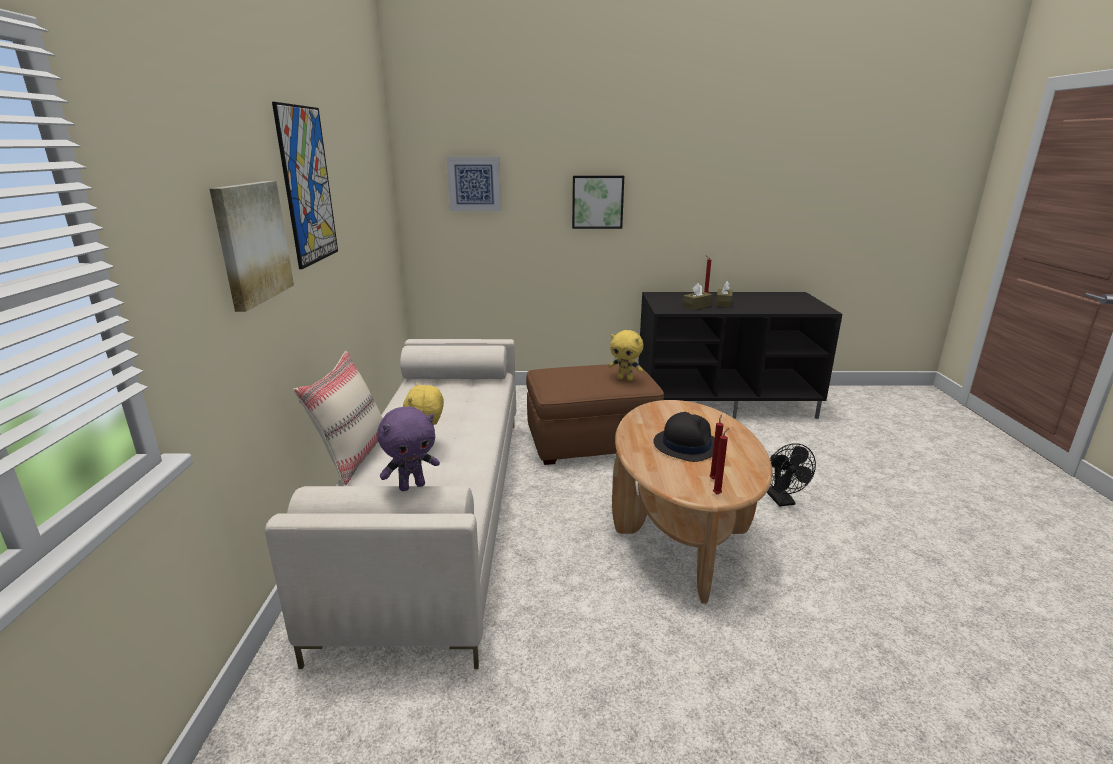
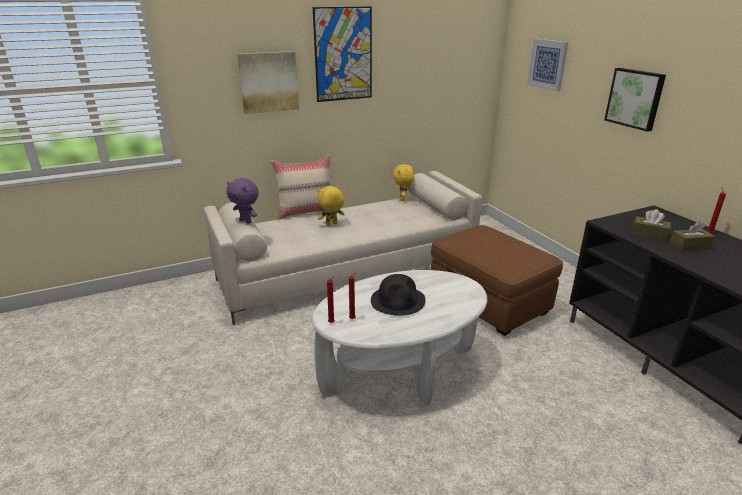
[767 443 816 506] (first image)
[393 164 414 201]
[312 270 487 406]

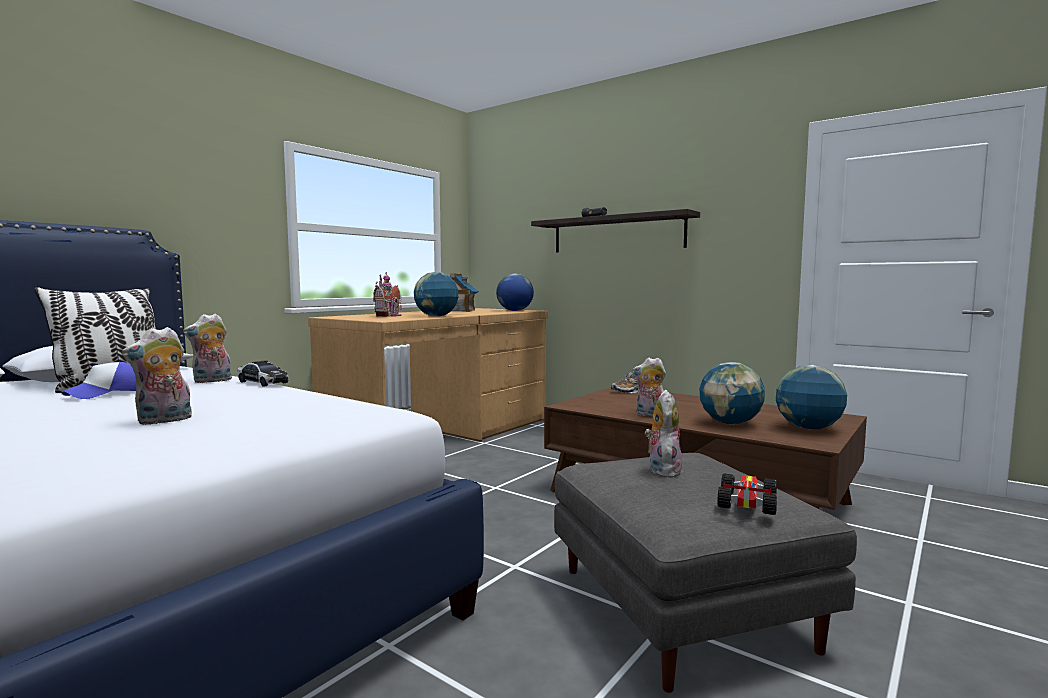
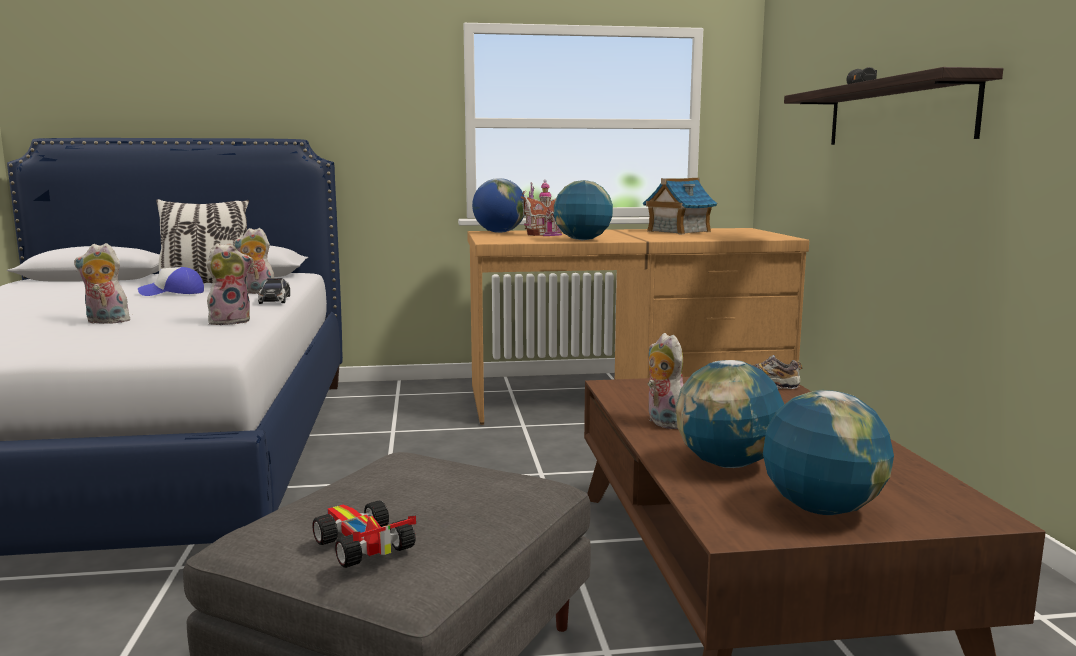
[472 178 524 233]
[206 243 253 325]
[312 500 416 568]

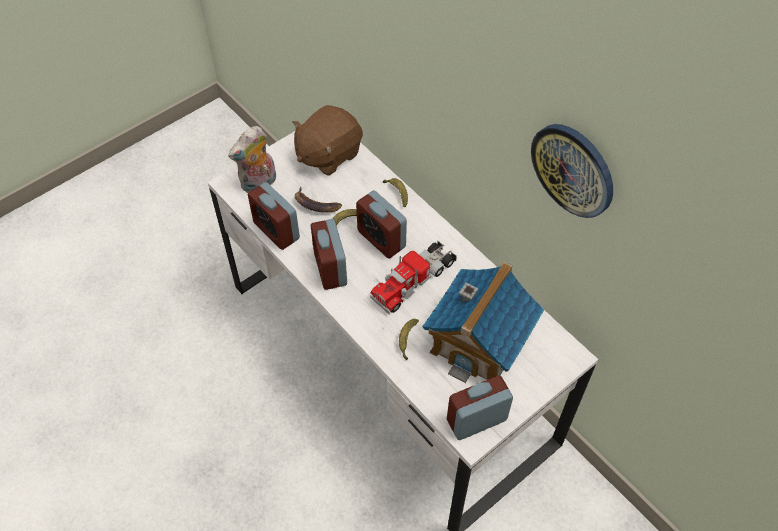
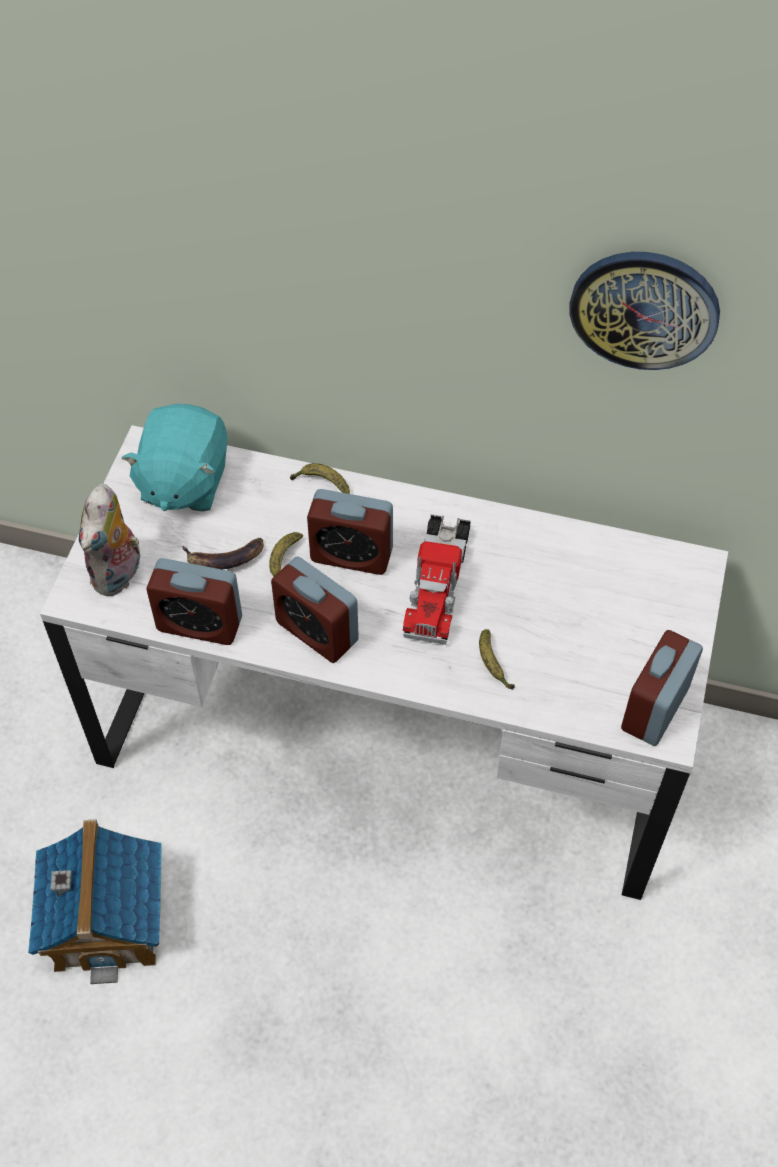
[28 819 162 984]
[122 404 228 512]

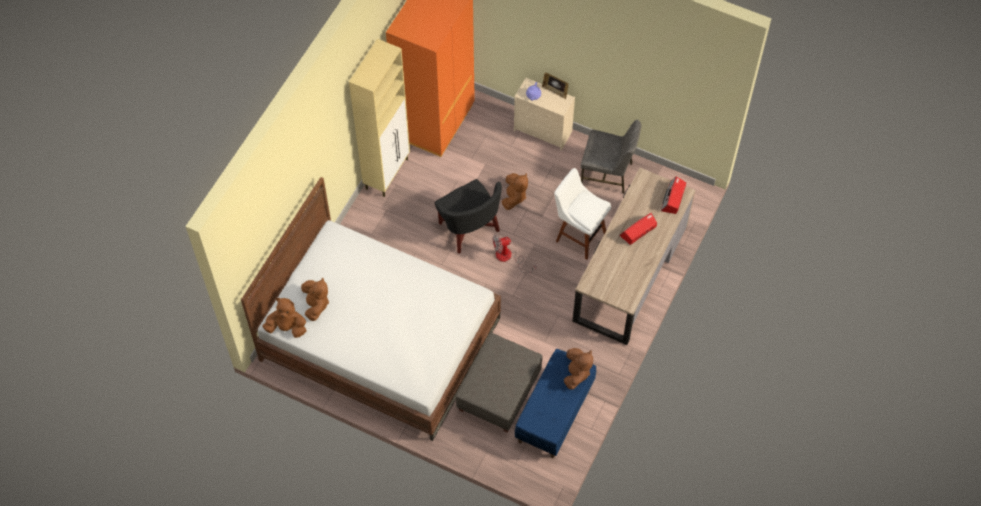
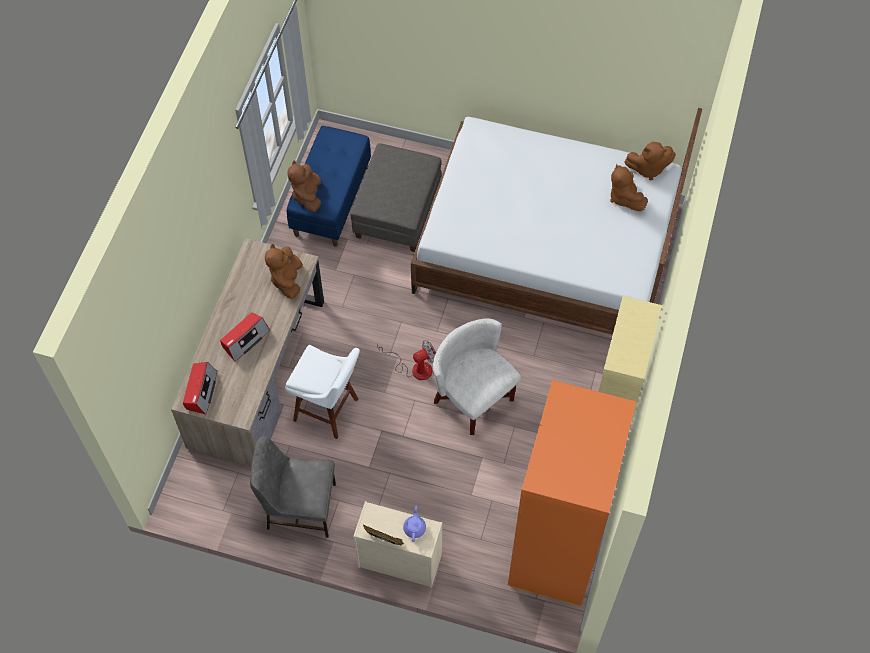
[265 244 303 299]
[433 318 521 435]

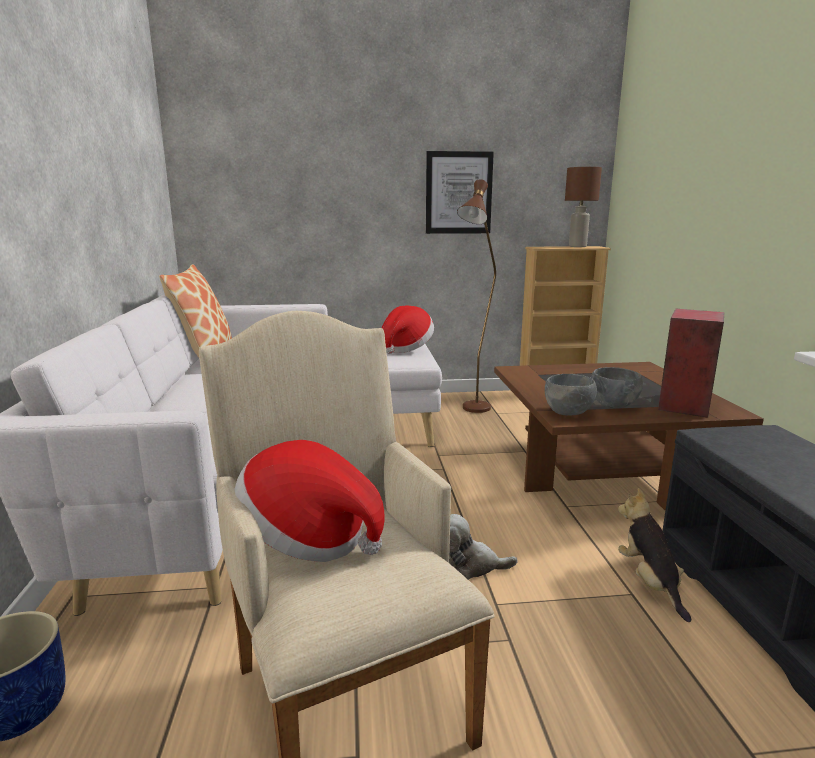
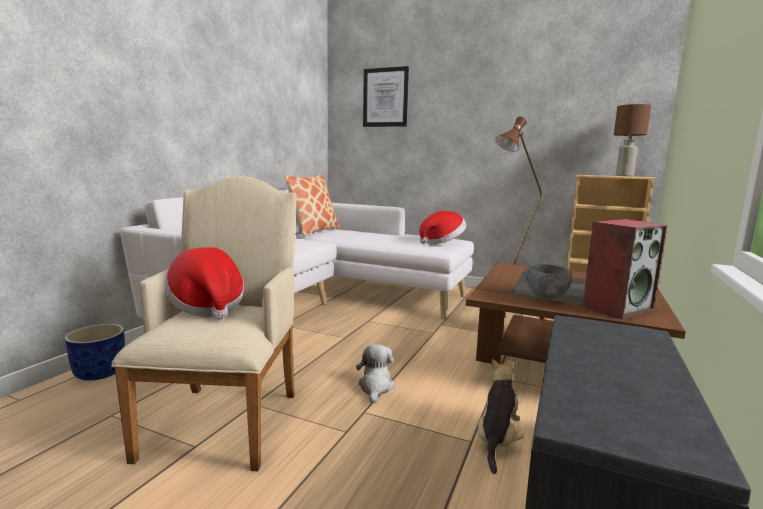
[545 374 597 416] (first image)
[363 66 409 127]
[356 344 395 404]

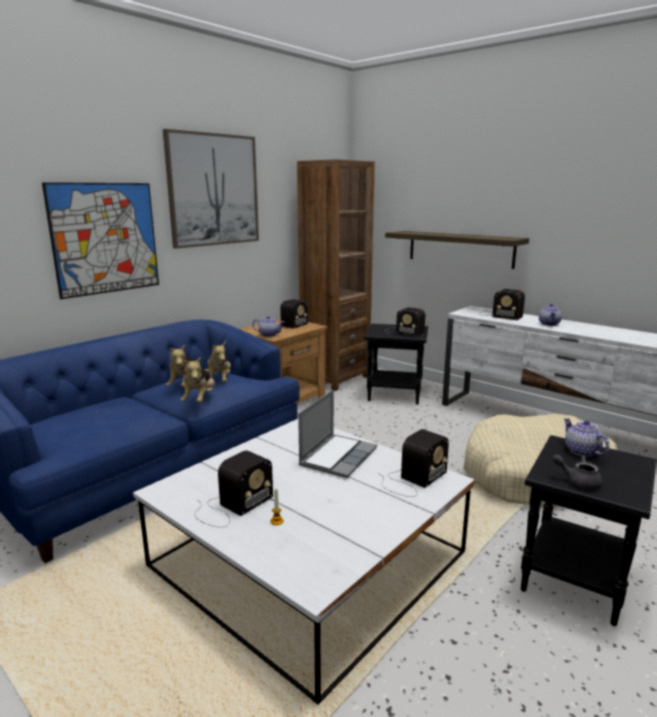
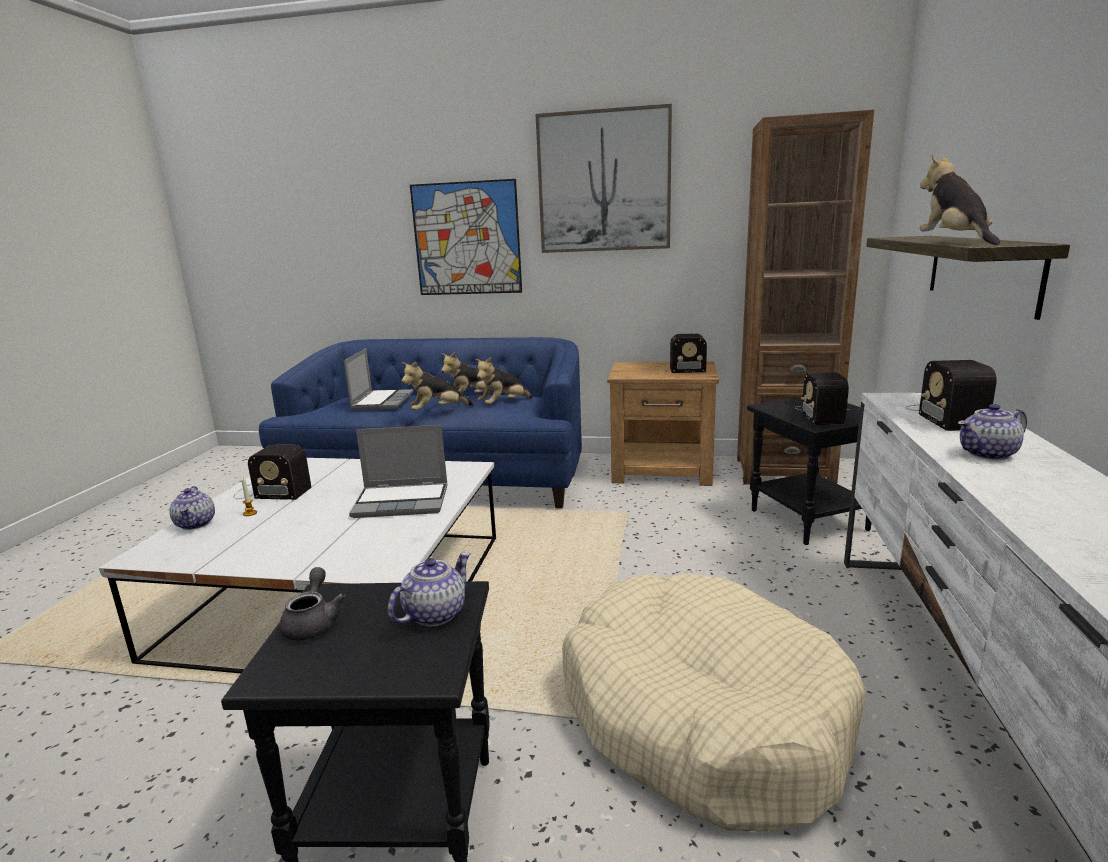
[378 429 449 497] (first image)
[344 348 413 410]
[919 154 1000 245]
[169 486 215 530]

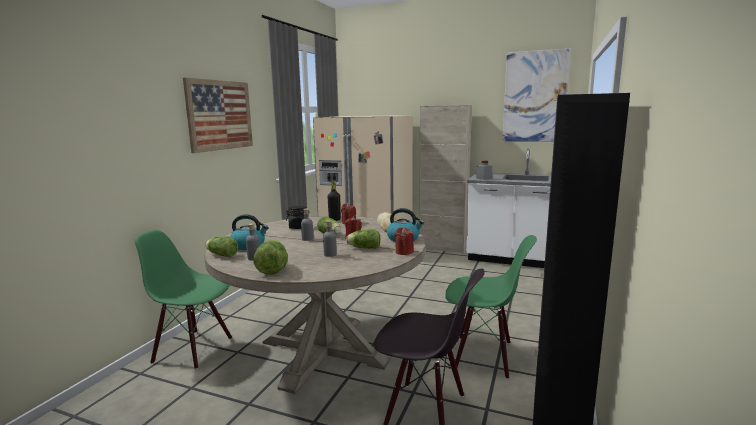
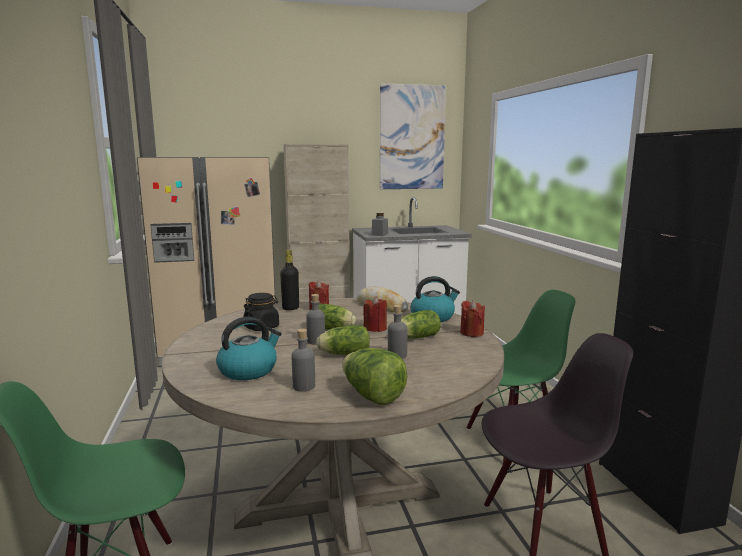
[183 78 253 153] (first image)
[316 325 370 355]

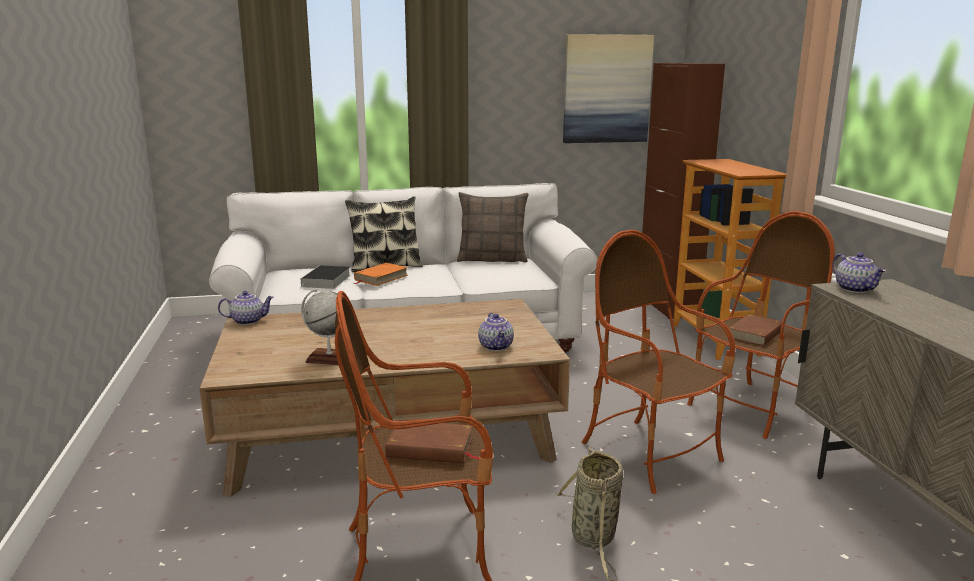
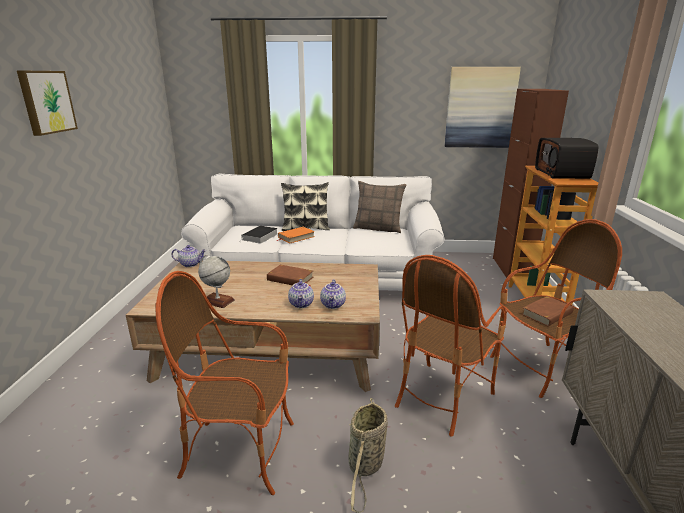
[17 71 78 136]
[535 138 599 179]
[267 265 313 287]
[288 279 314 308]
[395 255 506 437]

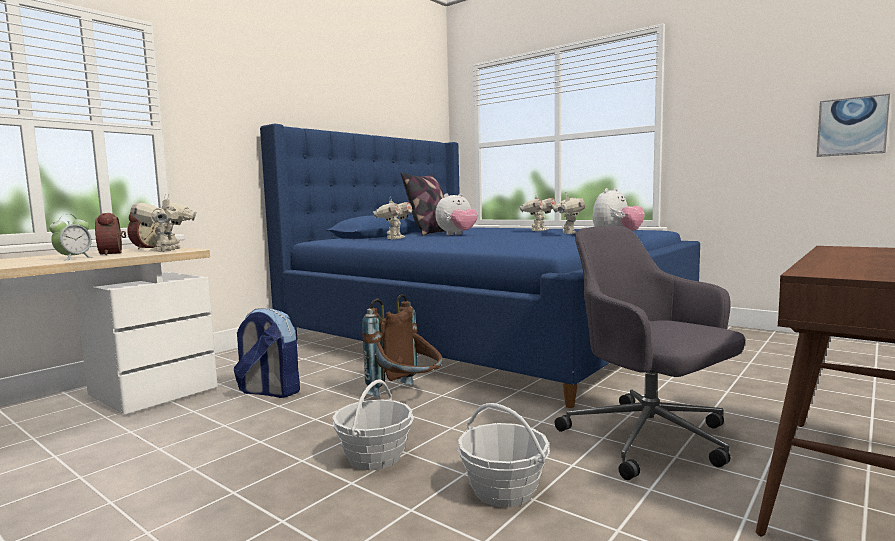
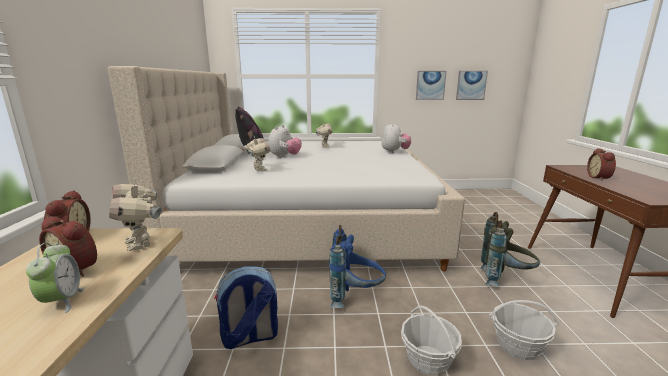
[553 192 585 234] (first image)
[416 71 446 100]
[587 148 616 181]
[481 212 540 286]
[108 66 465 271]
[329 225 386 308]

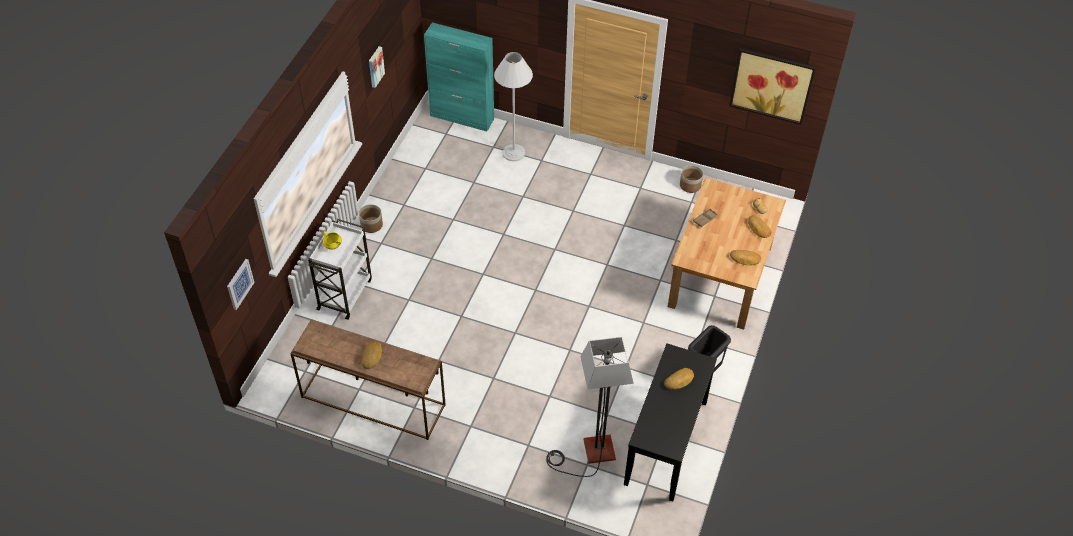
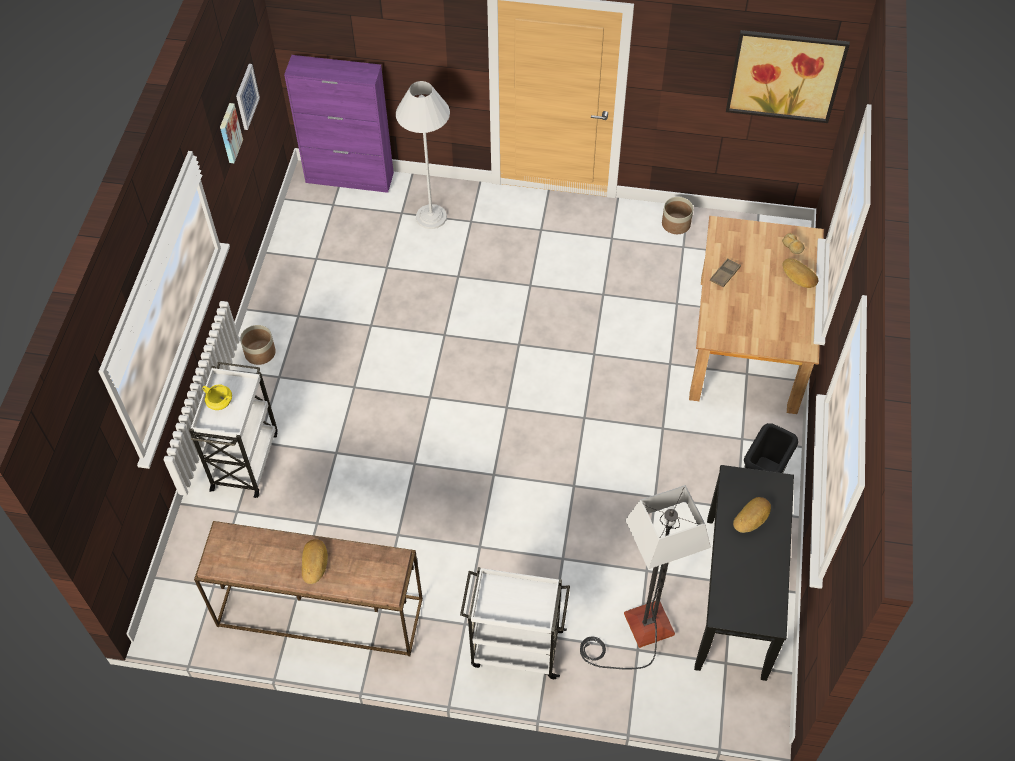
[730 250 761 265] (first image)
[460 567 570 679]
[236 64 260 130]
[284 55 394 193]

